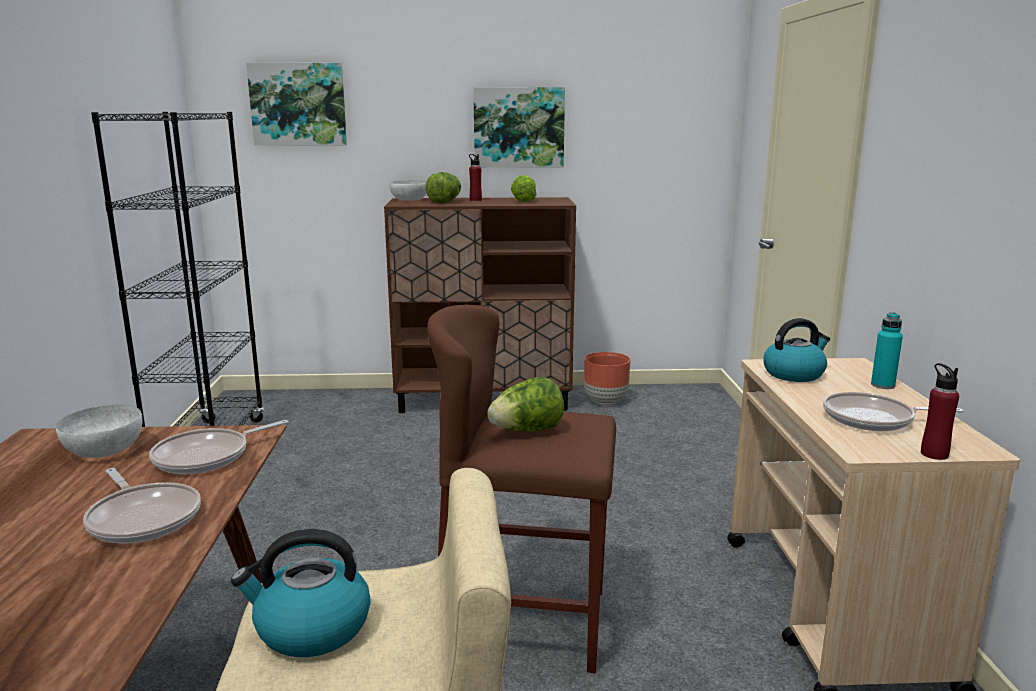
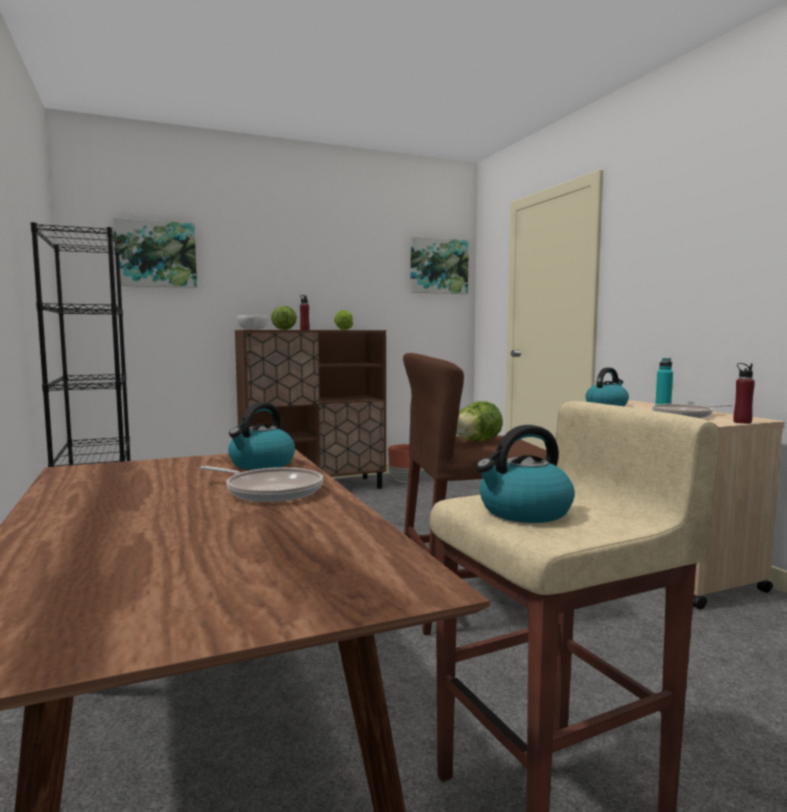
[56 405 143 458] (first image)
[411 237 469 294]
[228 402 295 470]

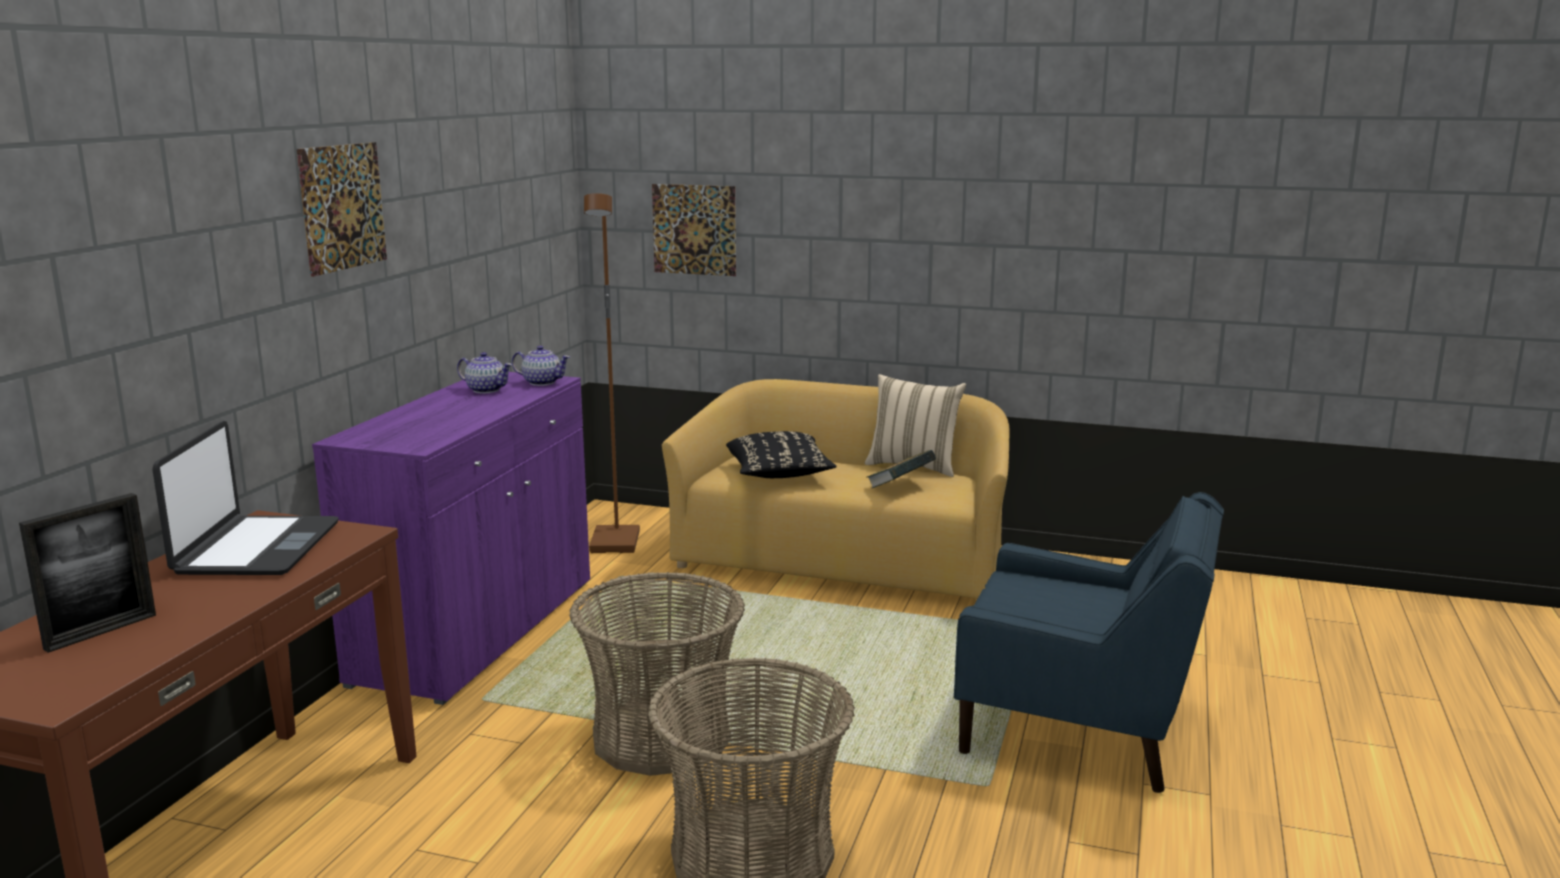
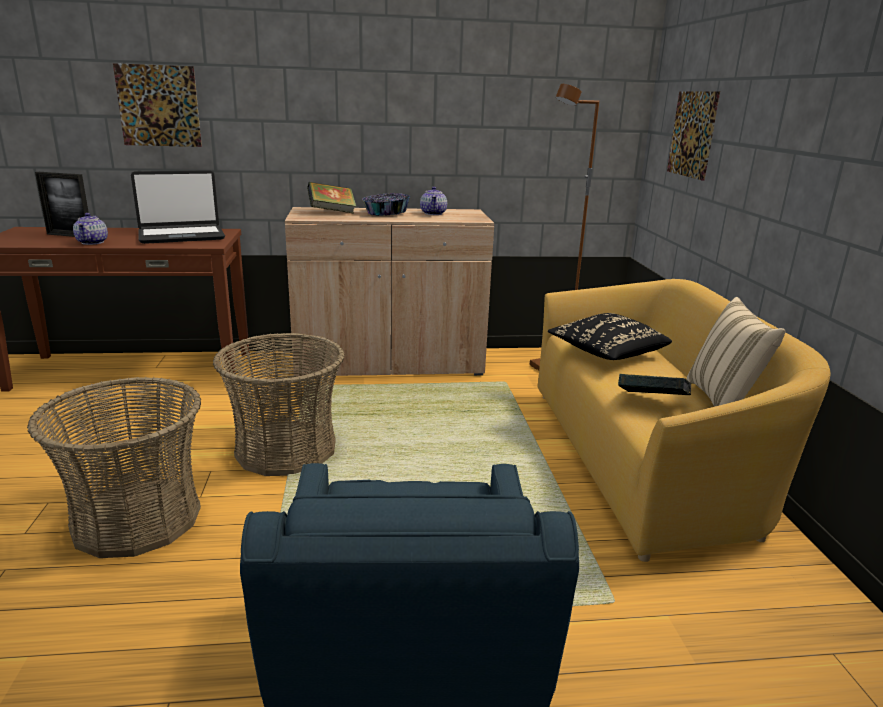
[307 182 356 214]
[362 193 411 216]
[113 63 202 147]
[73 213 108 245]
[285 207 494 376]

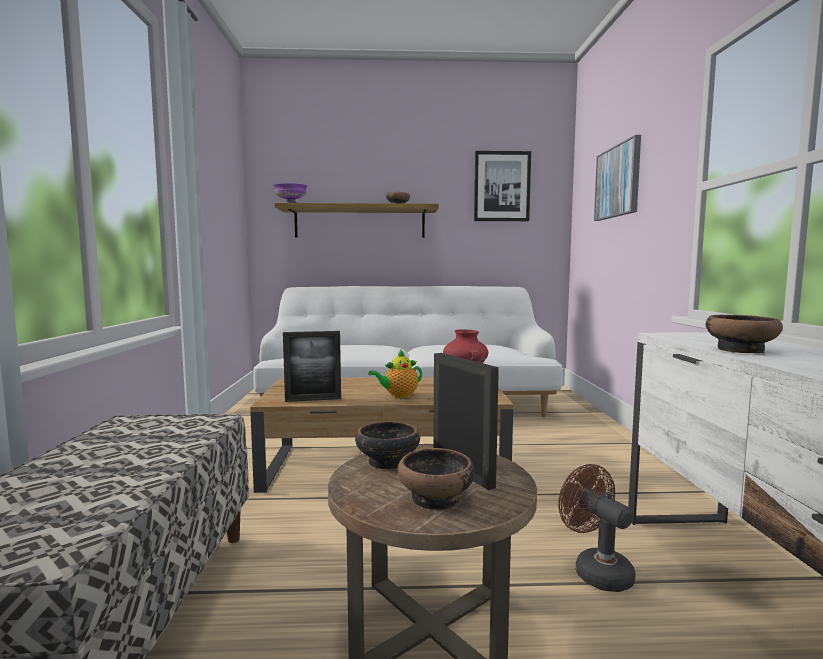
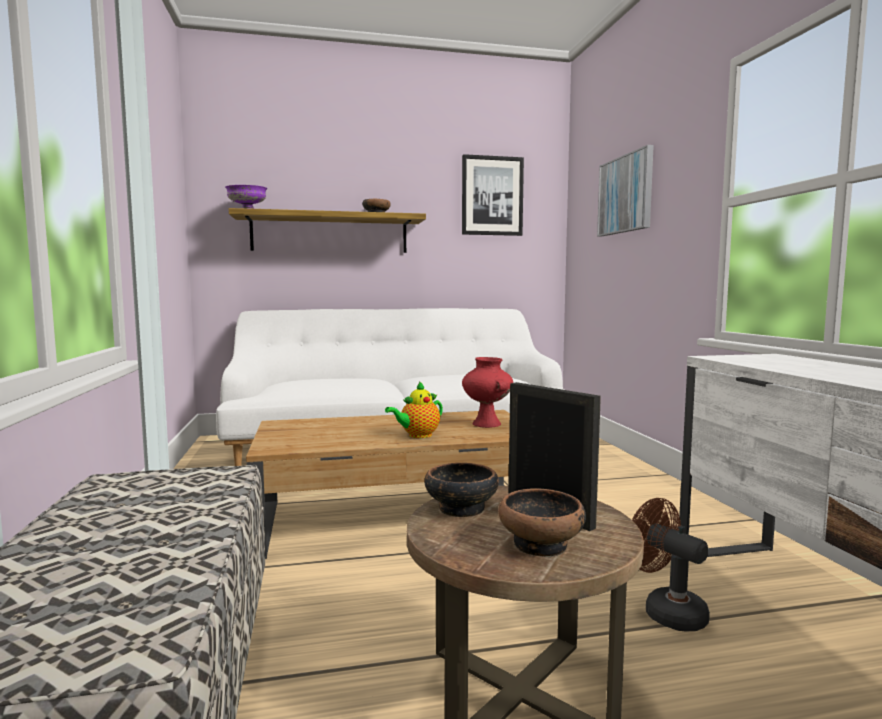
[283 331 341 402] (first image)
[706 315 783 353] (first image)

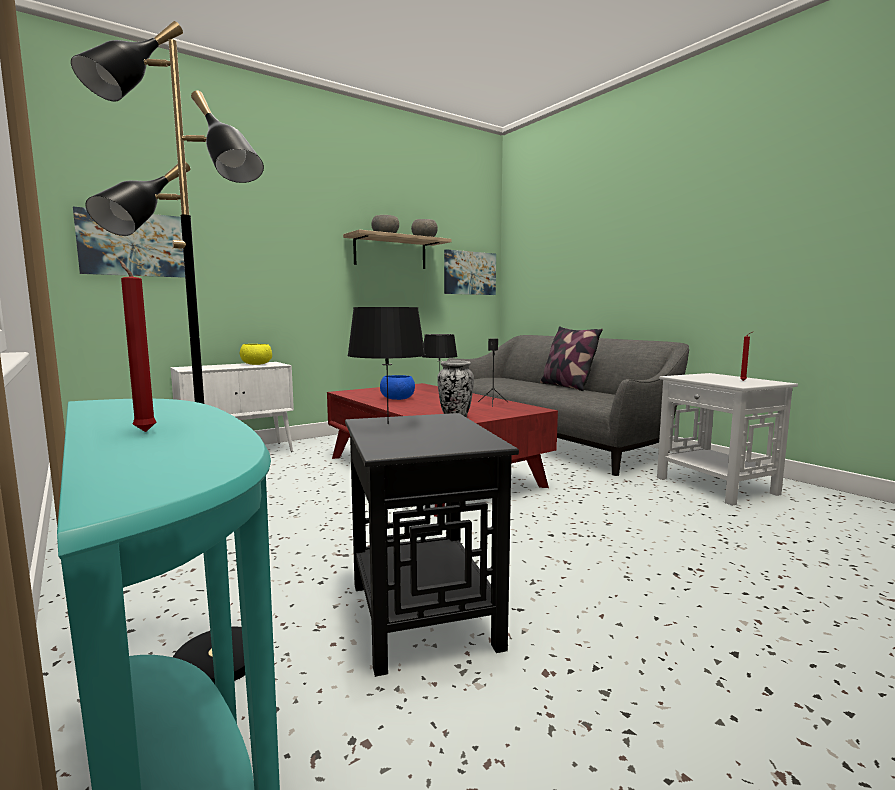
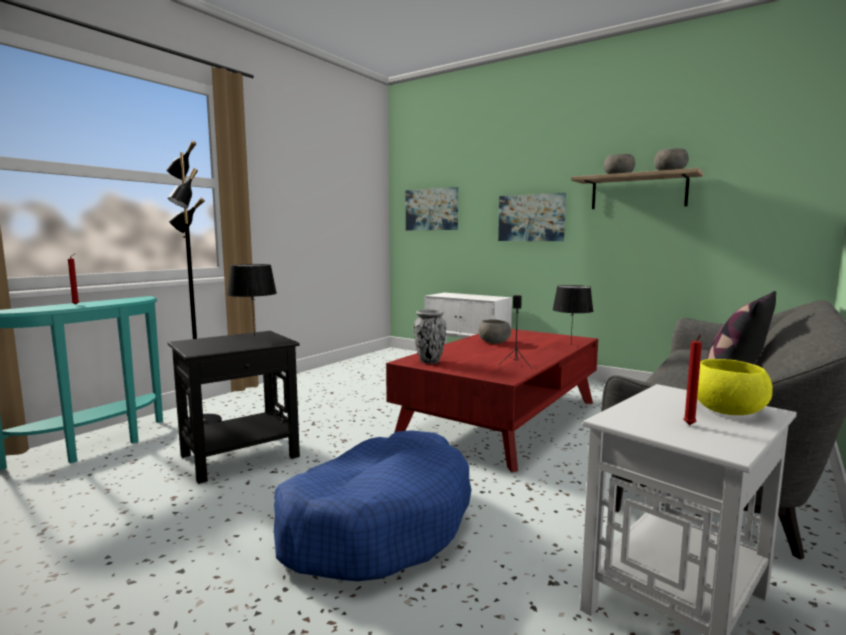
[274 430 471 581]
[697 359 773 415]
[498 193 566 241]
[478 319 511 344]

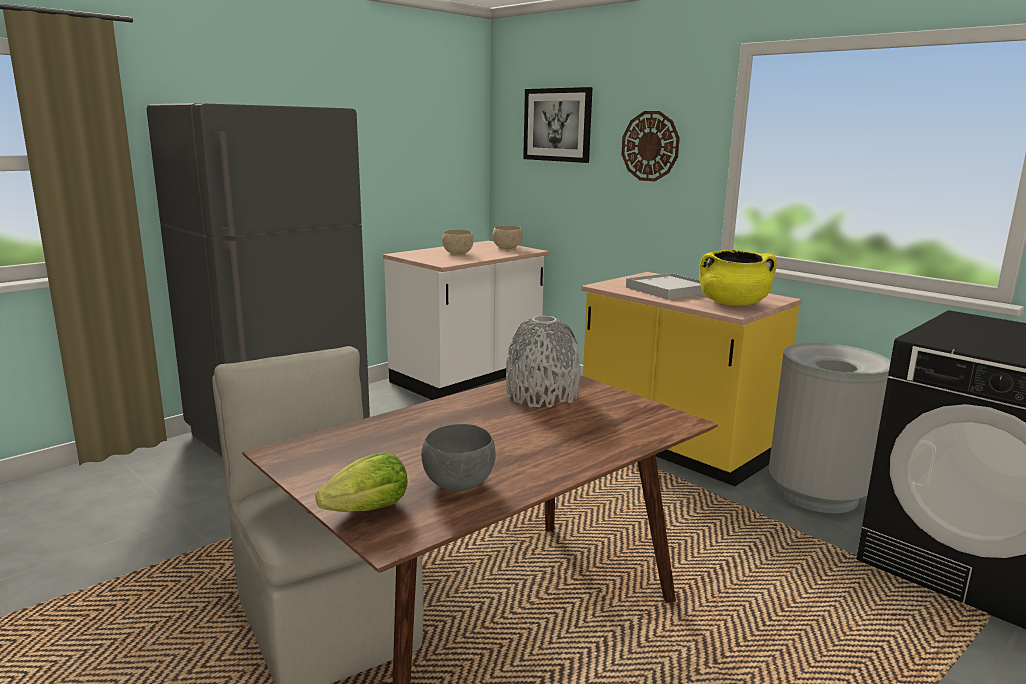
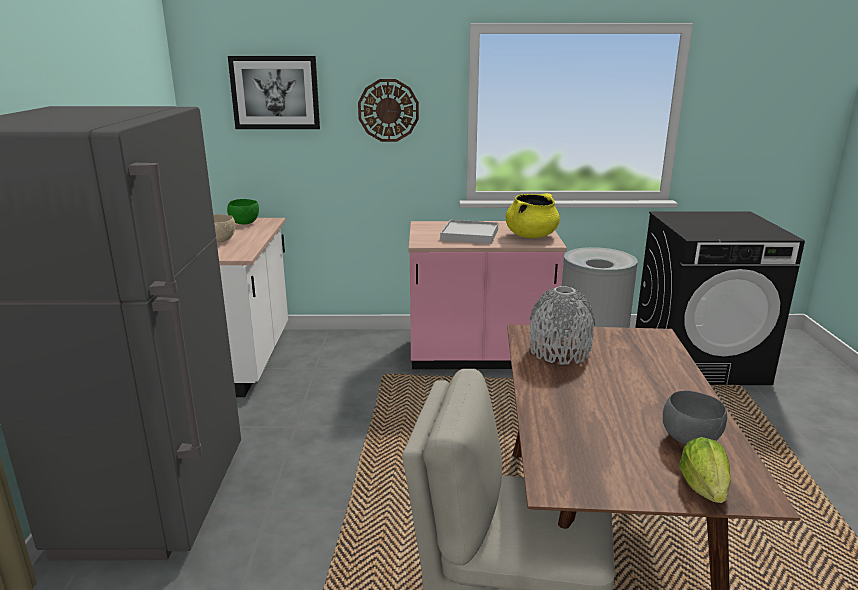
[227 199 259 225]
[408 221 567 369]

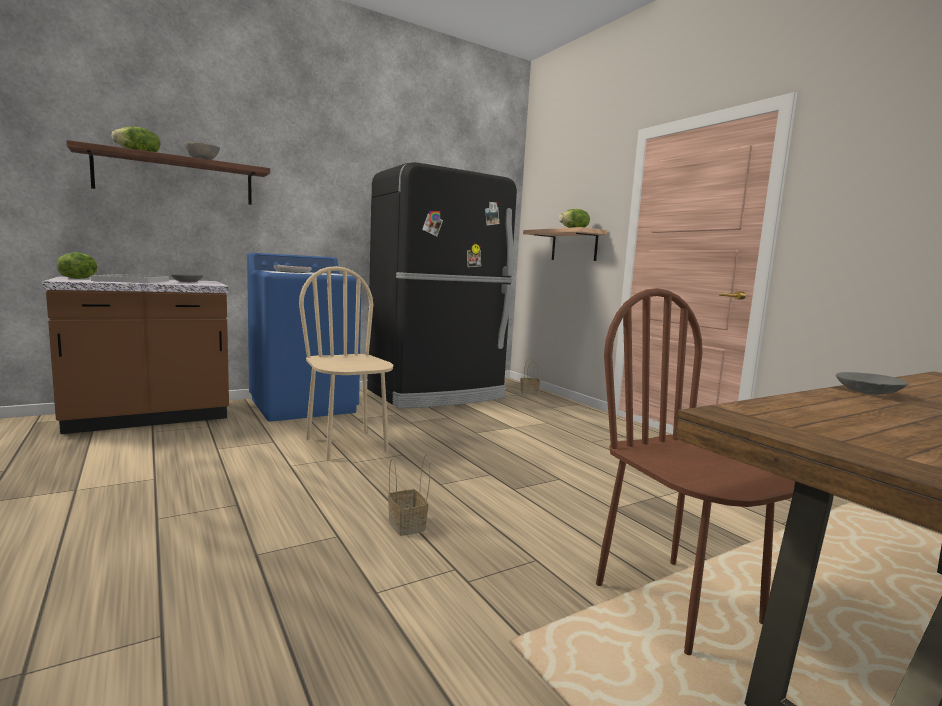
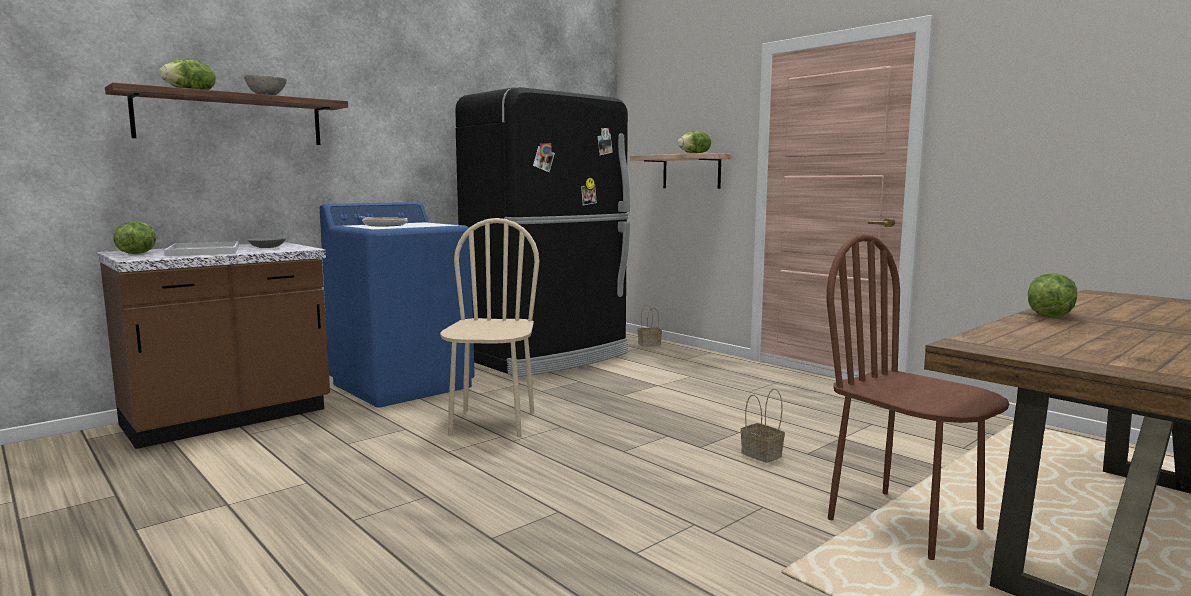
[741 389 785 463]
[1028 273 1077 317]
[440 218 540 437]

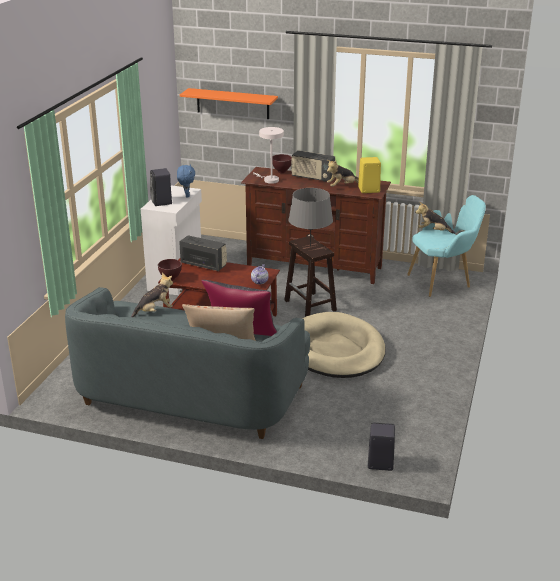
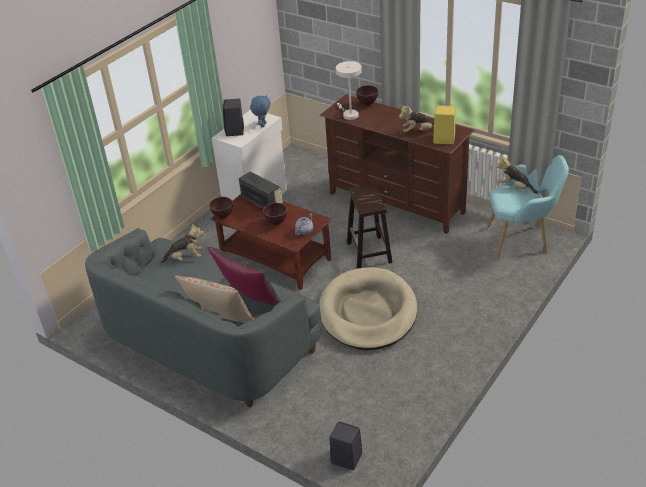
[180 88 278 119] (first image)
[288 188 333 247] (first image)
[291 150 335 182] (first image)
[263 203 287 226]

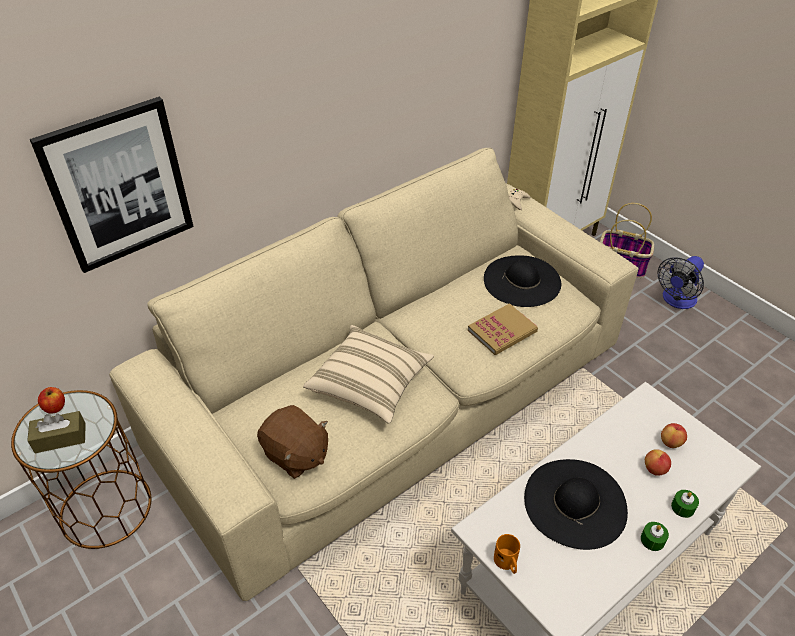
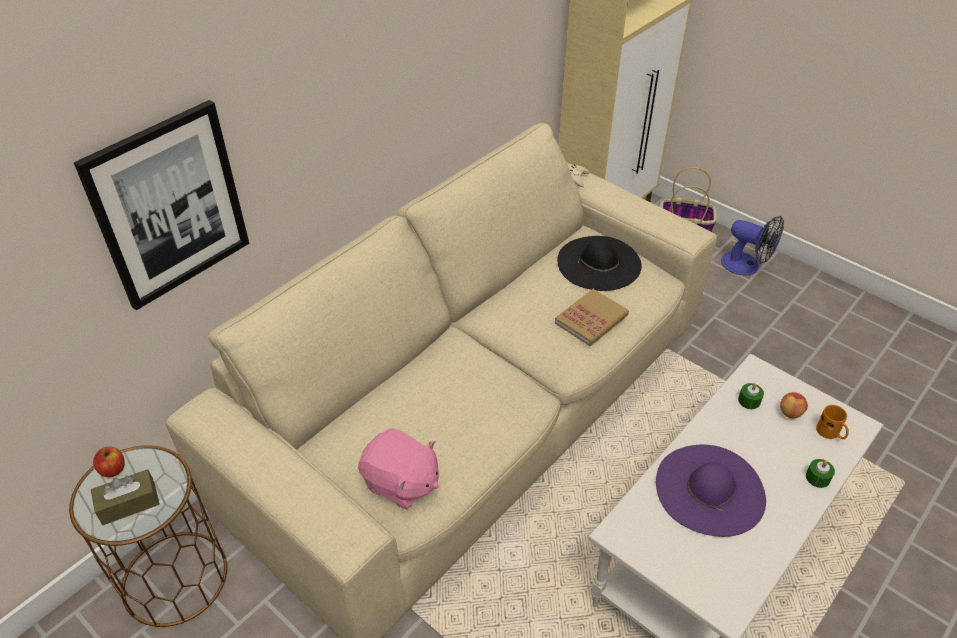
[303 325 434 424] (first image)
[645 449 671 476] (first image)
[816 405 849 439]
[738 383 764 409]
[358 428 439 509]
[656 445 766 537]
[721 216 784 275]

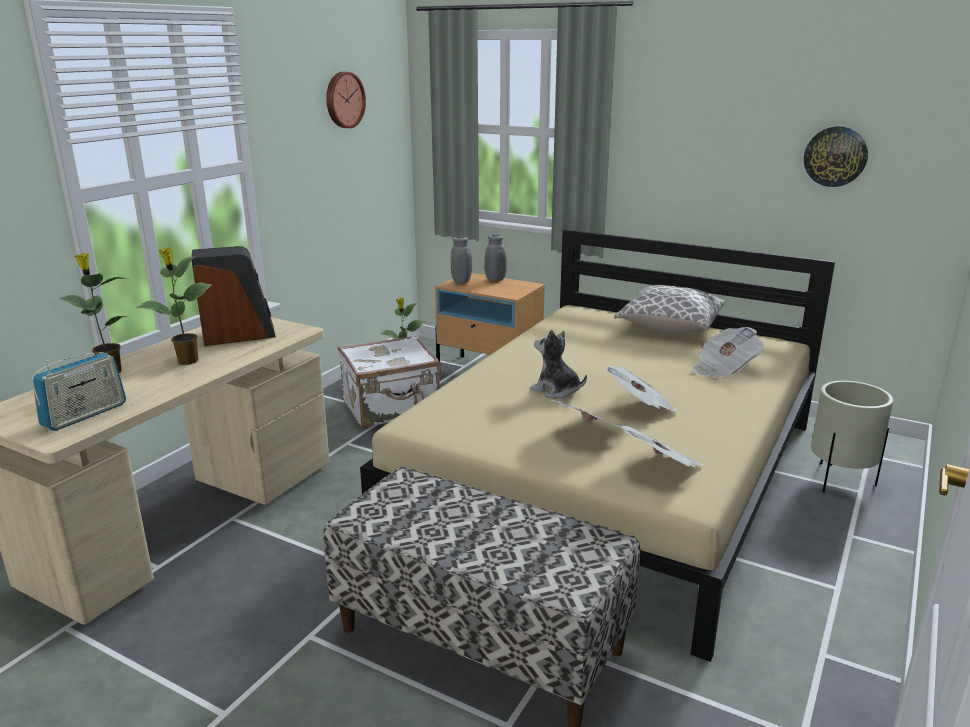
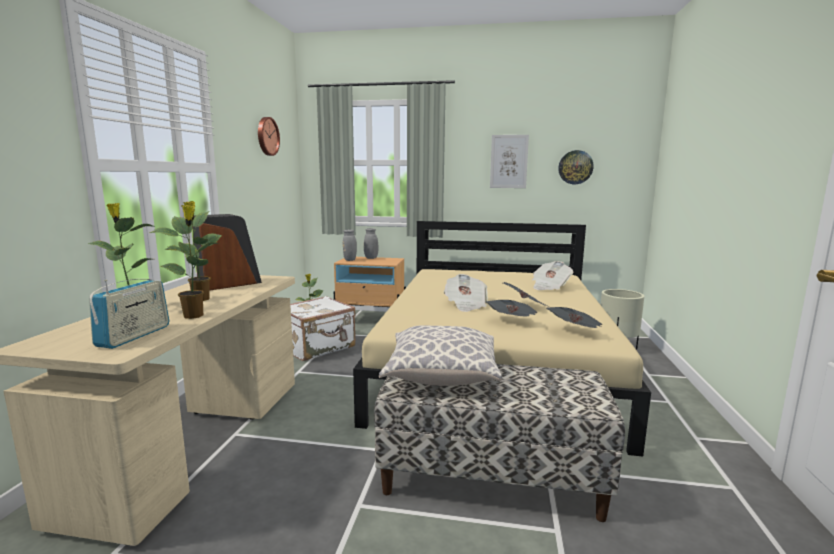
[150 205 218 319]
[490 135 529 188]
[379 325 502 386]
[444 274 488 312]

